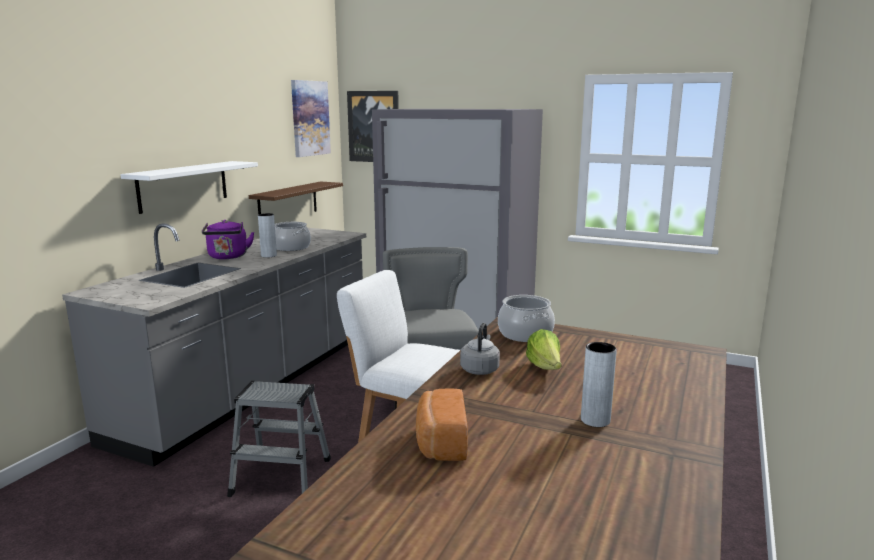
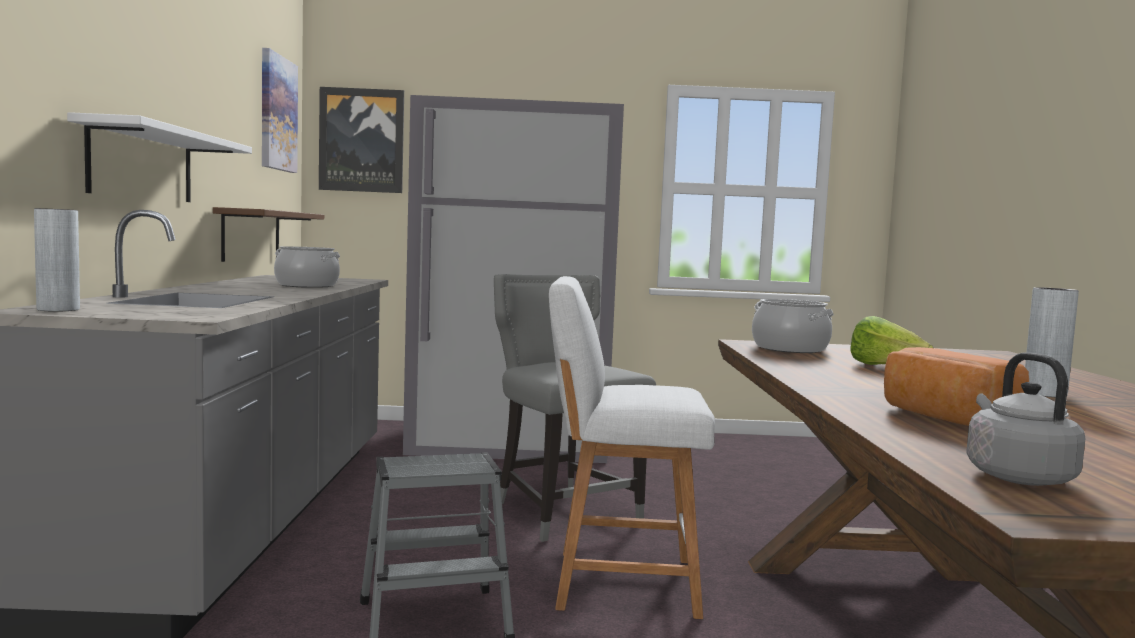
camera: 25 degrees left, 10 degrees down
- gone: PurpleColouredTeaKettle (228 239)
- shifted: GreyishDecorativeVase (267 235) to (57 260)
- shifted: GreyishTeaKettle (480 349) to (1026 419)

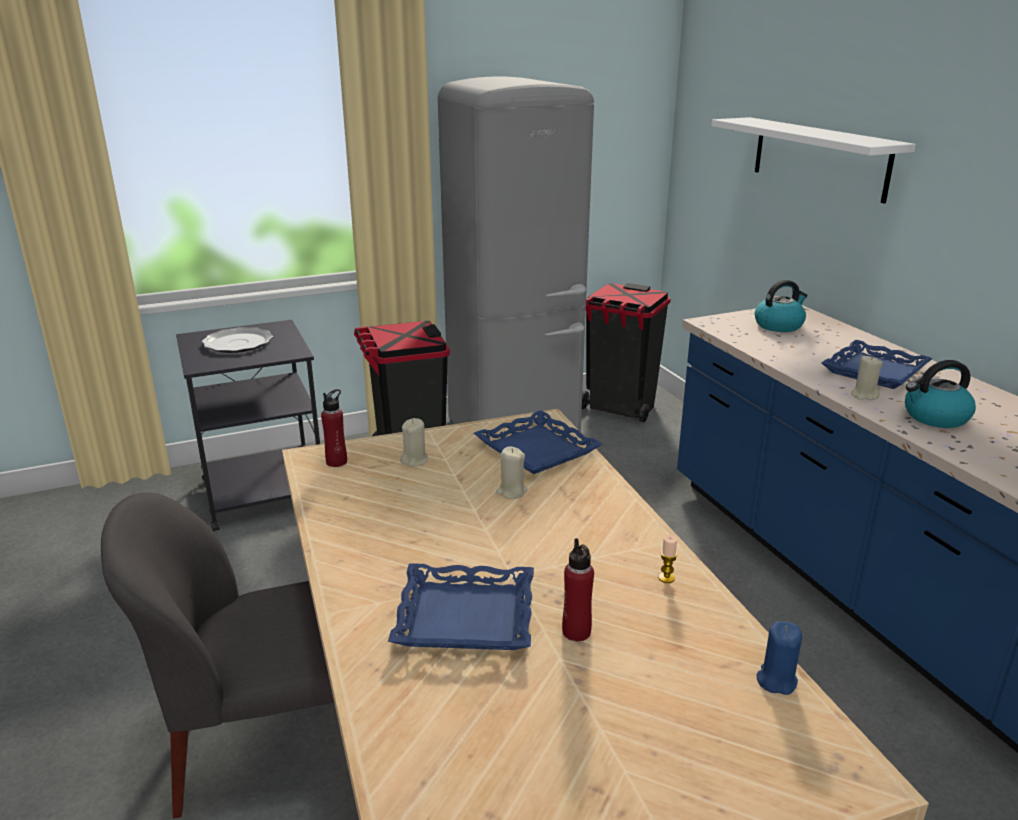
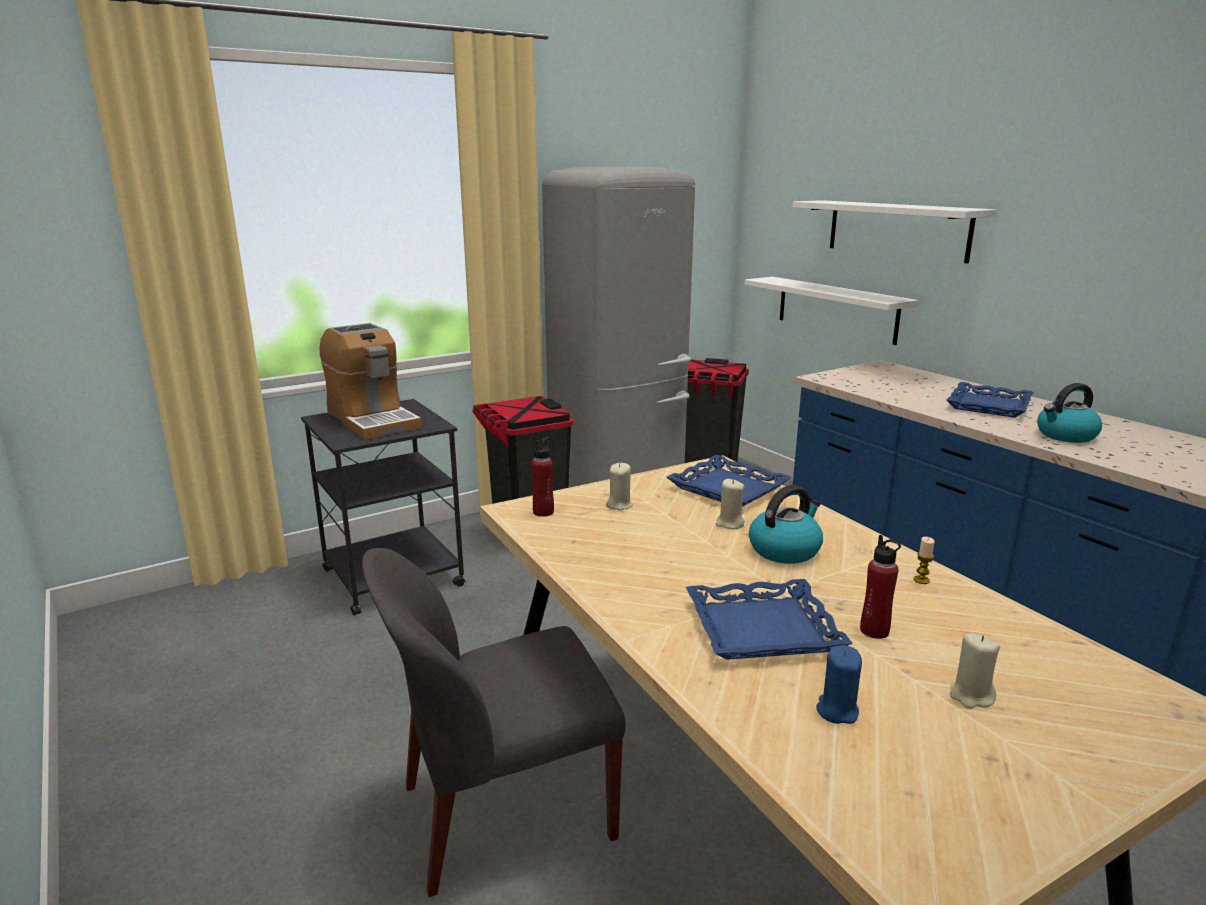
camera: 10 degrees left, 5 degrees down
- swapped: Plate (237 340) to CoffeeBrewer (371 381)
- shifted: TeaKettle (781 306) to (786 524)
- shifted: BlueWaxLight (779 658) to (839 684)
- shifted: BeigeWaxLight (867 378) to (975 671)
- new: WhitishBracketShelf (831 311)

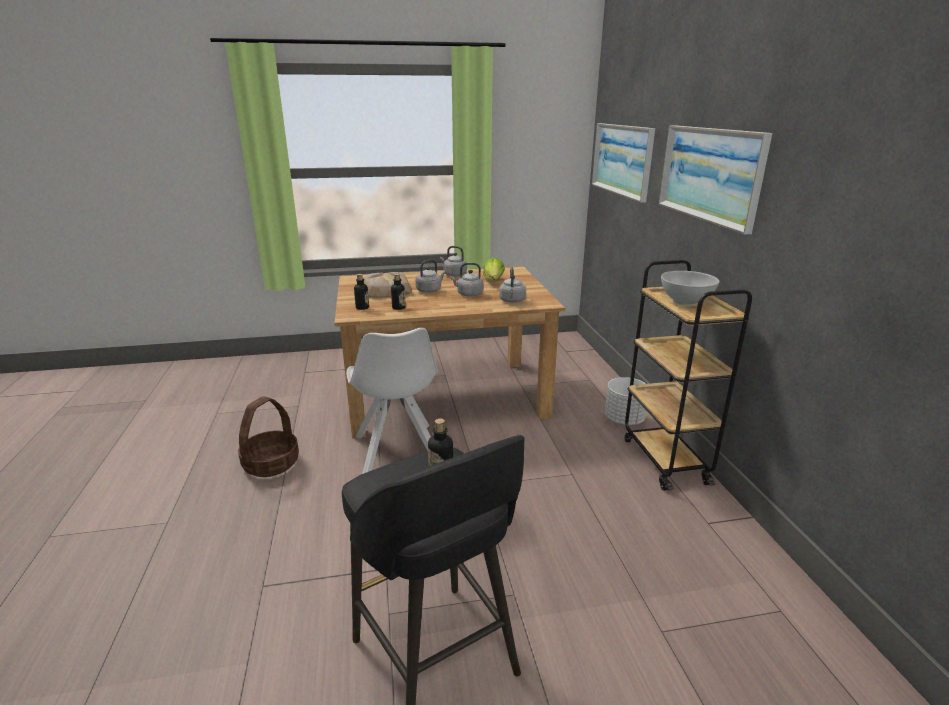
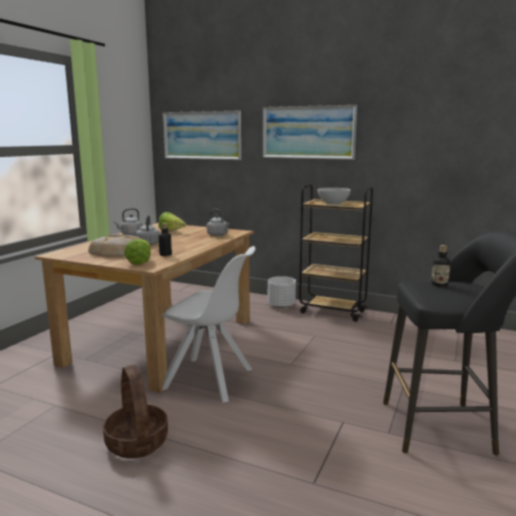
camera: 55 degrees left, 10 degrees down
- swapped: BeverageBottle (361 292) to LettuceHead (137 252)
- gone: GreyishTeaKettle (467 280)

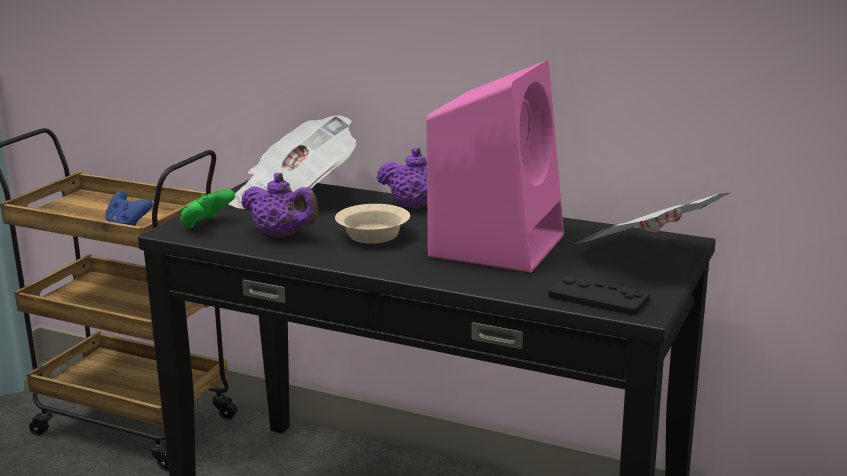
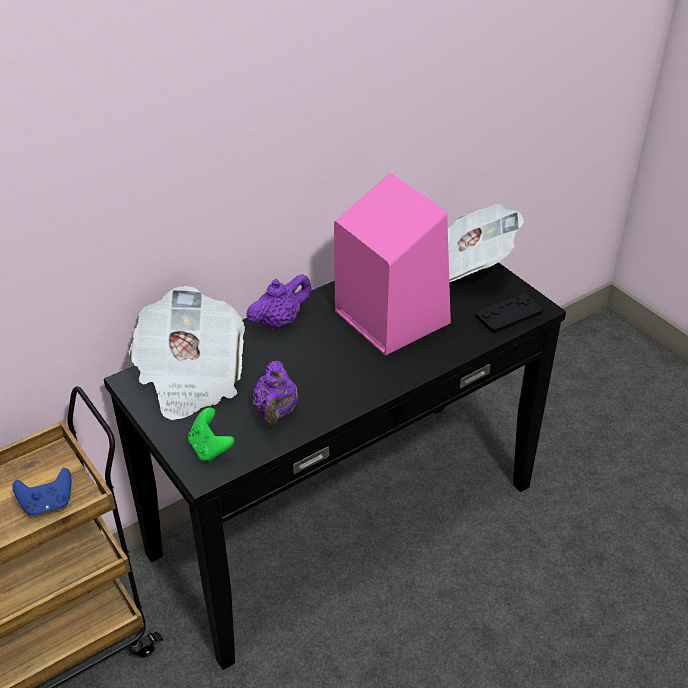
camera: 60 degrees left, 20 degrees up
- rotated: PurpleColouredTeapot (280 205) = (275 393) 120 degrees clockwise
- gone: BeigeBowl (372 224)

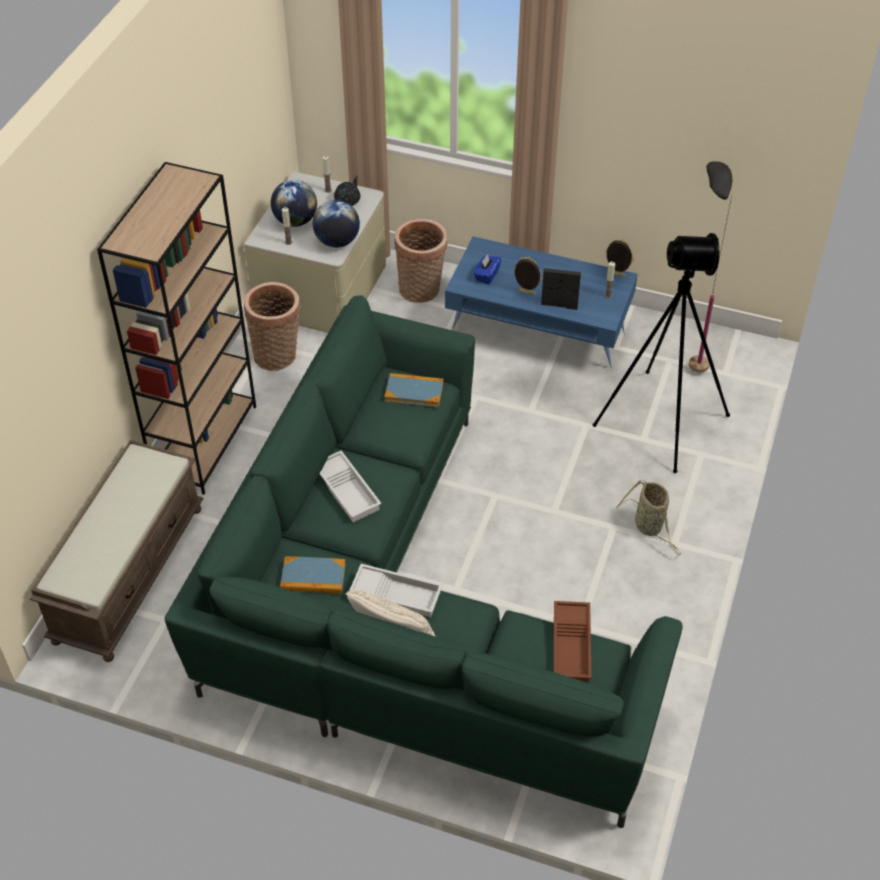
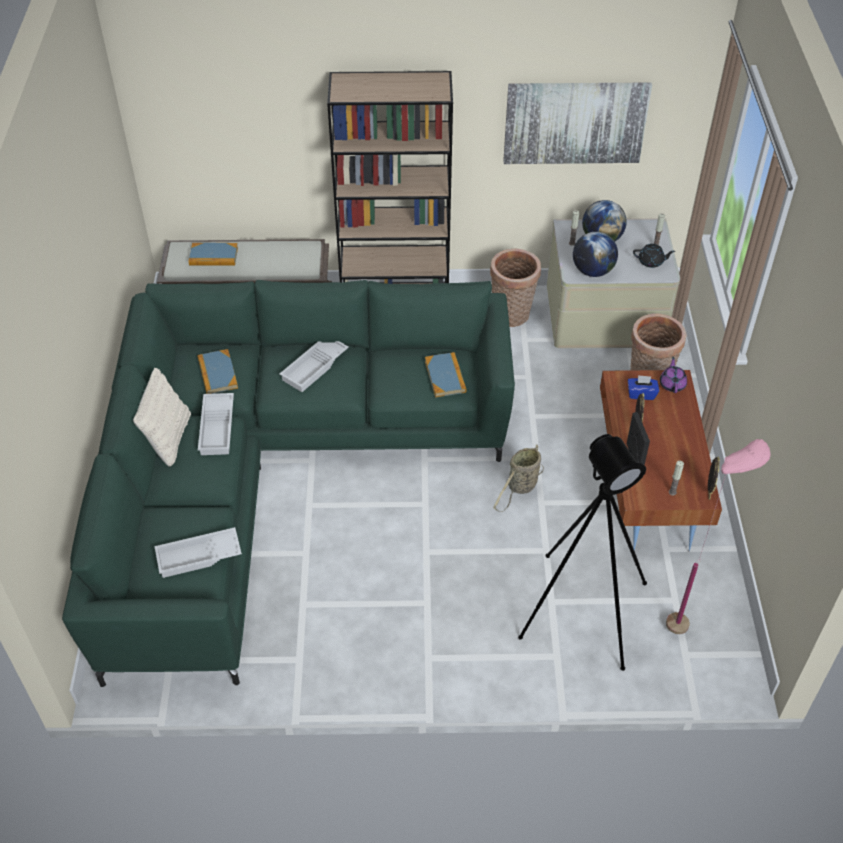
camera: 70 degrees right, 0 degrees up
- repainted: BlueCoffeeTable (541 302) to BrownishCoffeeTable (661 460)
- repainted: BrownishTray (572 642) to WhitishTray (198 552)
- shifted: StorageBasket (648 518) to (518 478)
- repainted: BlackColouredStandingLamp (711 267) to PinkColouredStandingLamp (718 536)
- new: Book (213 254)
- new: Picture (577 123)
- new: PurpleColouredTeapot (673 375)

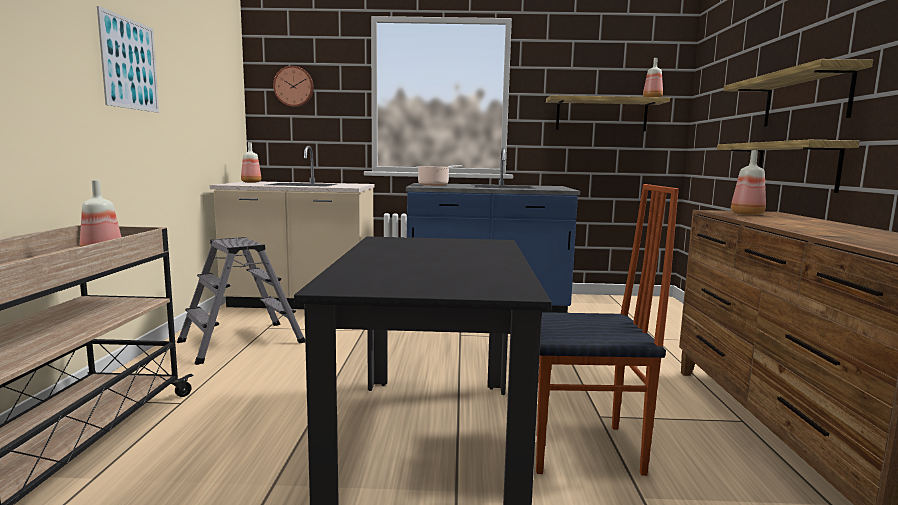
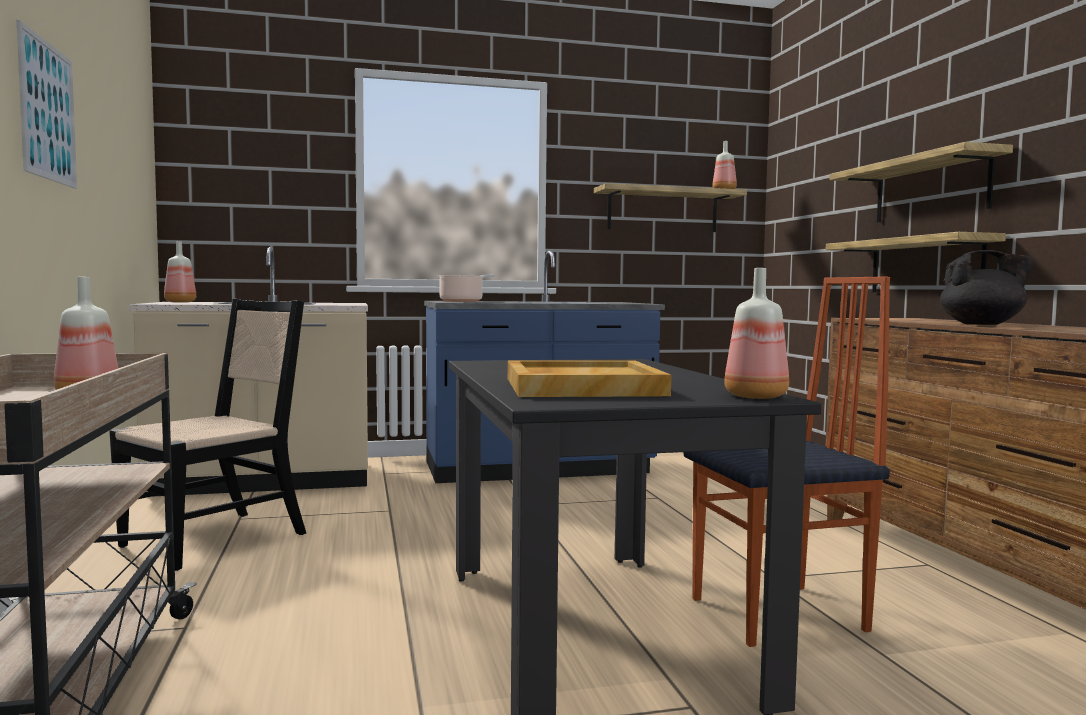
camera: 15 degrees left, 5 degrees down
- swapped: GreyishStepLadder (241 301) to PlainChair (207 434)
- gone: HangingClock (293 86)
- shifted: BeverageBottle (748 182) to (756 333)
- new: BeigeTray (589 379)
- new: BlackColouredTeapot (987 287)

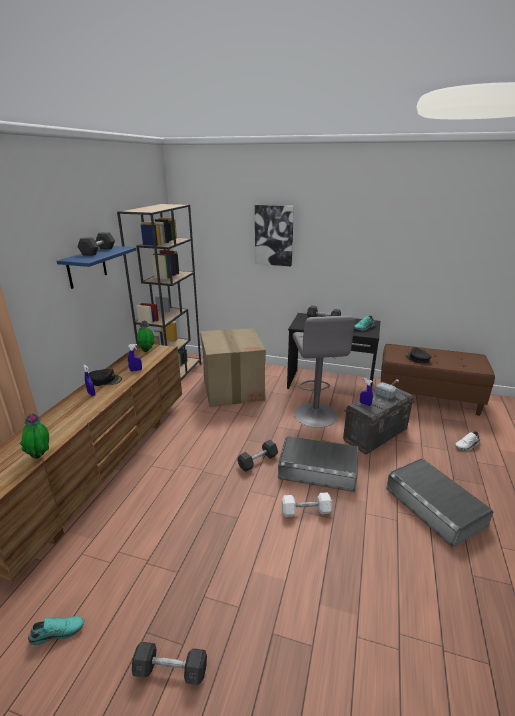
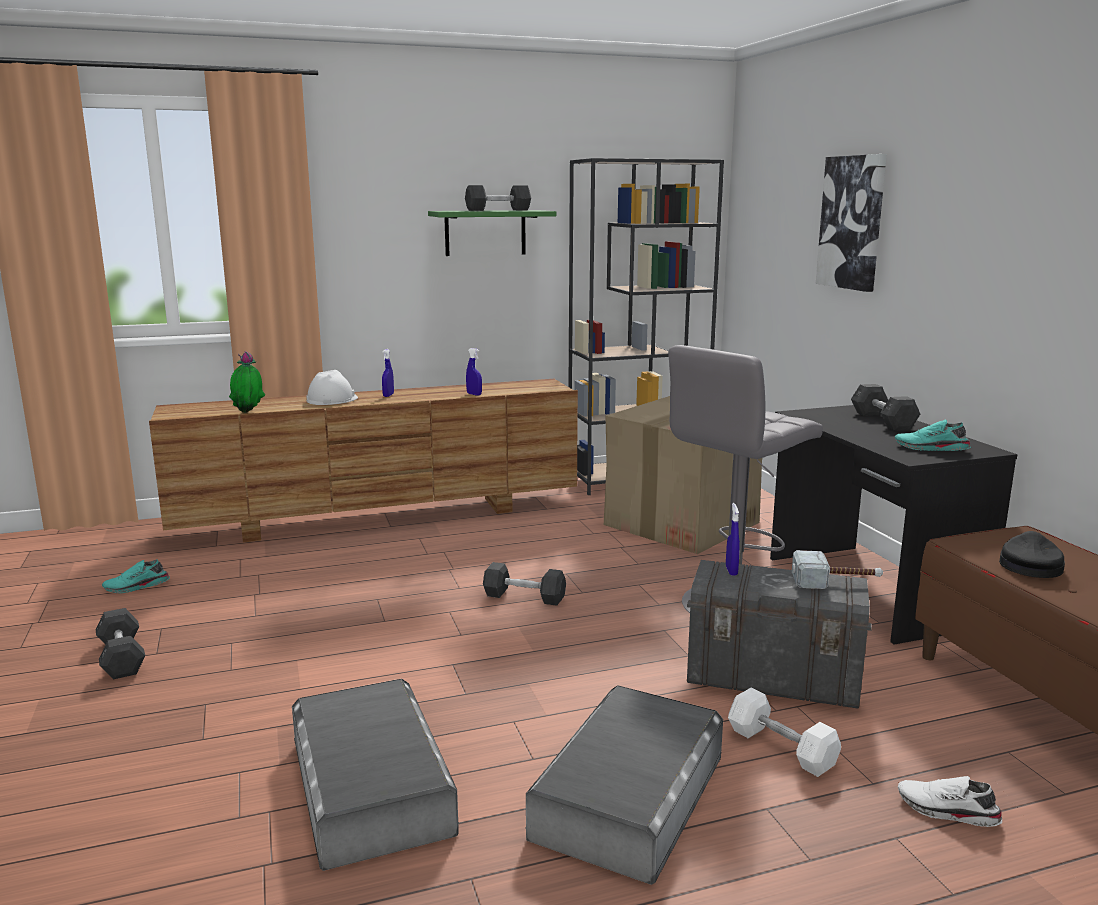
camera: 55 degrees right, 10 degrees down
- rotated: TurquoiseColouredShoe (56 631) = (136 576) 120 degrees clockwise
- repainted: BlueBracketShelf (97 267) to GreenishBracketShelf (492 233)
- gone: BlackColouredBaseballCap (105 377)
- gone: PottedPlant (146 336)
- shifted: GreyishStorageBox (318 464) to (375 775)
- shifted: WhitishHandWeight (306 504) to (784 732)
- new: WhitishHardHat (332 387)

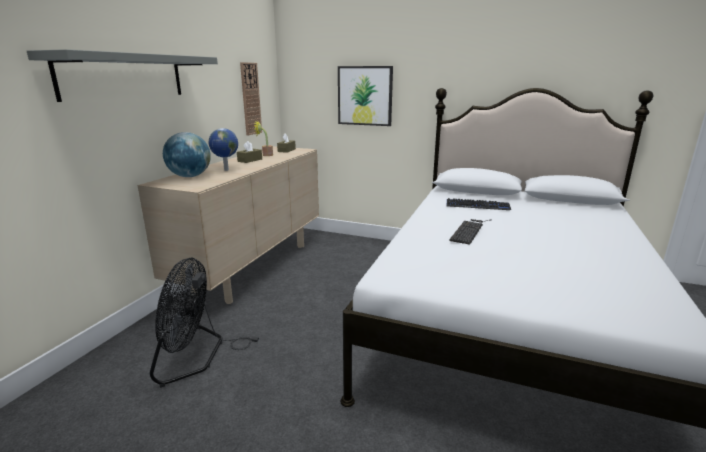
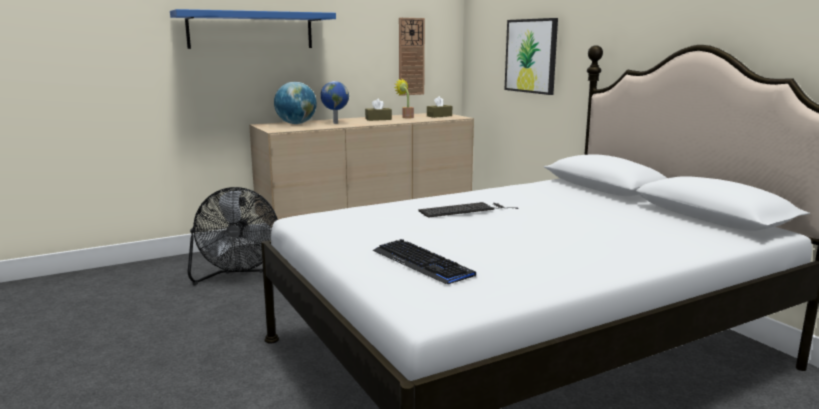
camera: 40 degrees right, 5 degrees down
- repainted: GreyishBracketShelf (122 75) to BlueBracketShelf (253 29)
- rotated: BlackColouredElectricFan (204 323) = (233 236) 135 degrees counterclockwise
- shifted: Keyboard (478 204) to (424 261)

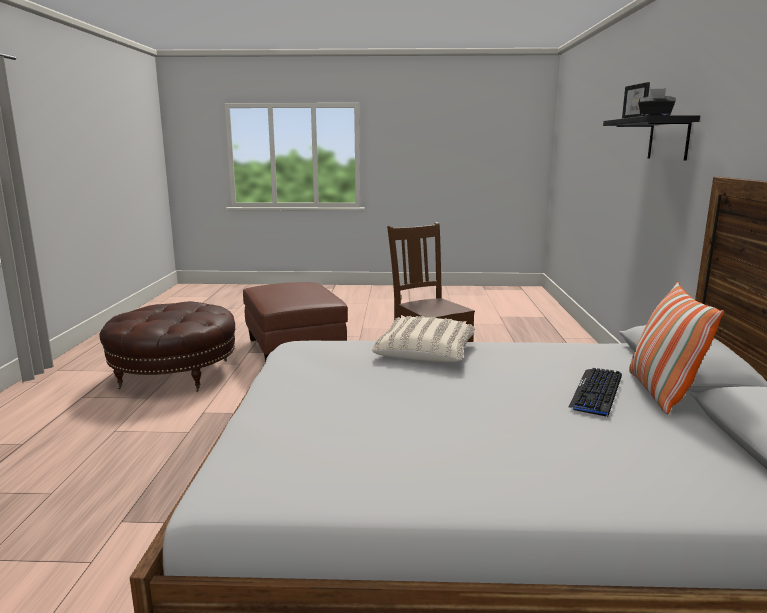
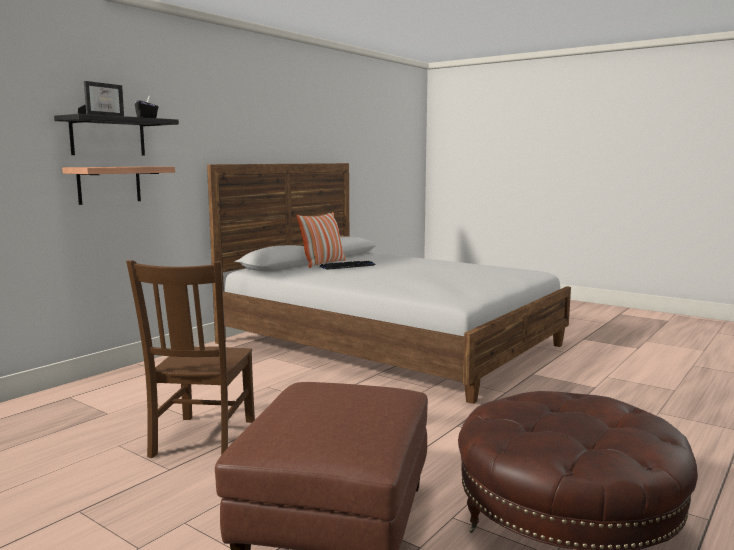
camera: 145 degrees left, 5 degrees down
- gone: BeigePillow (423 339)
- new: BracketShelf (118 186)

